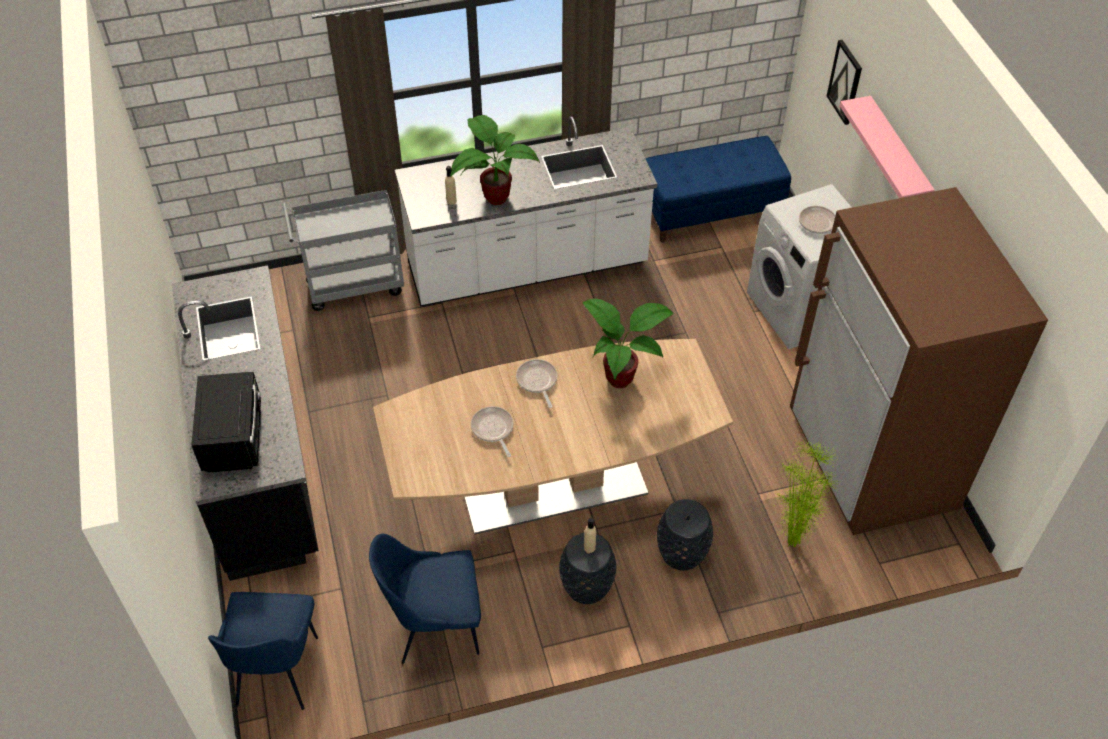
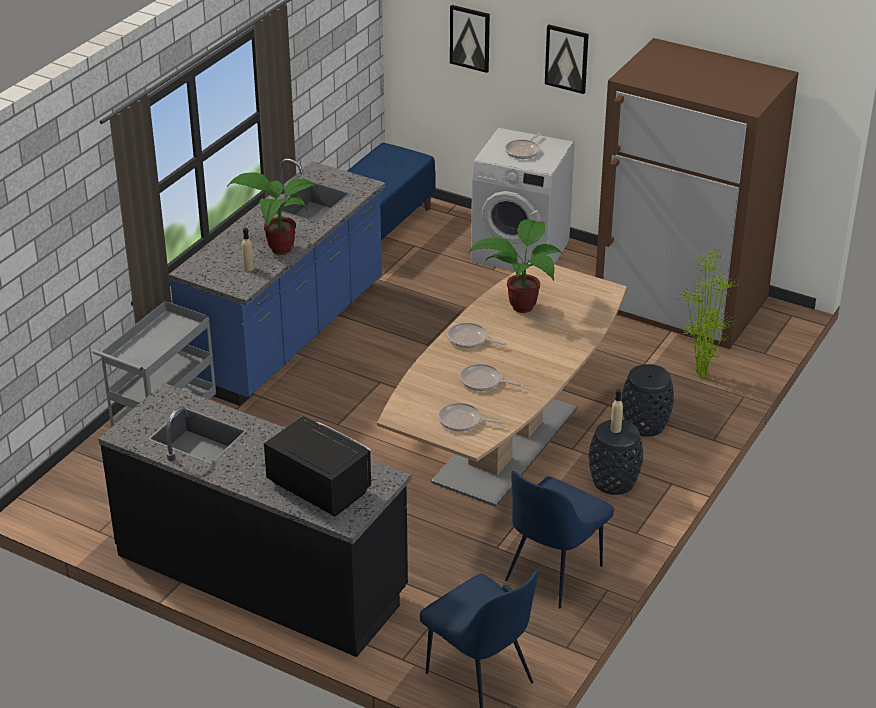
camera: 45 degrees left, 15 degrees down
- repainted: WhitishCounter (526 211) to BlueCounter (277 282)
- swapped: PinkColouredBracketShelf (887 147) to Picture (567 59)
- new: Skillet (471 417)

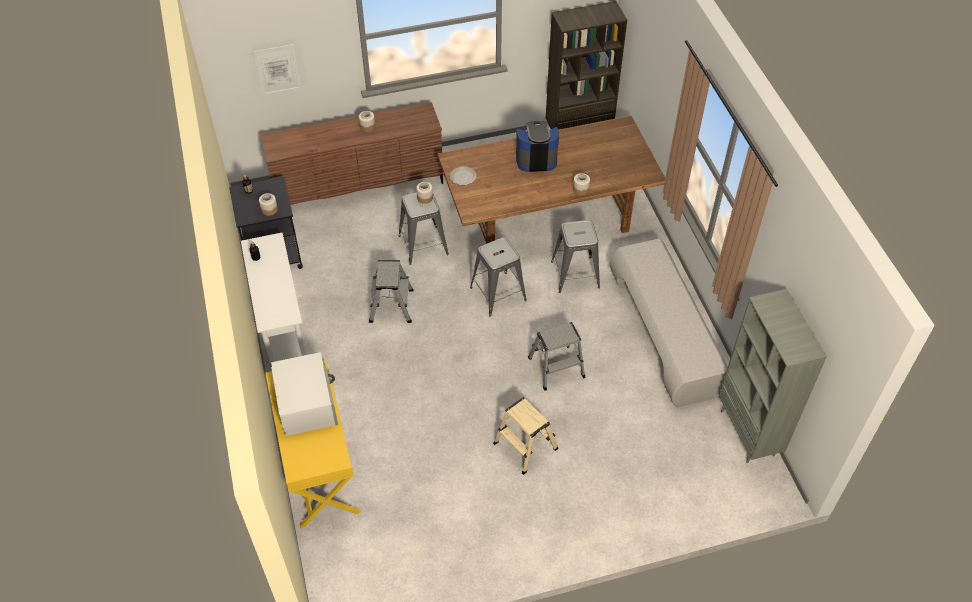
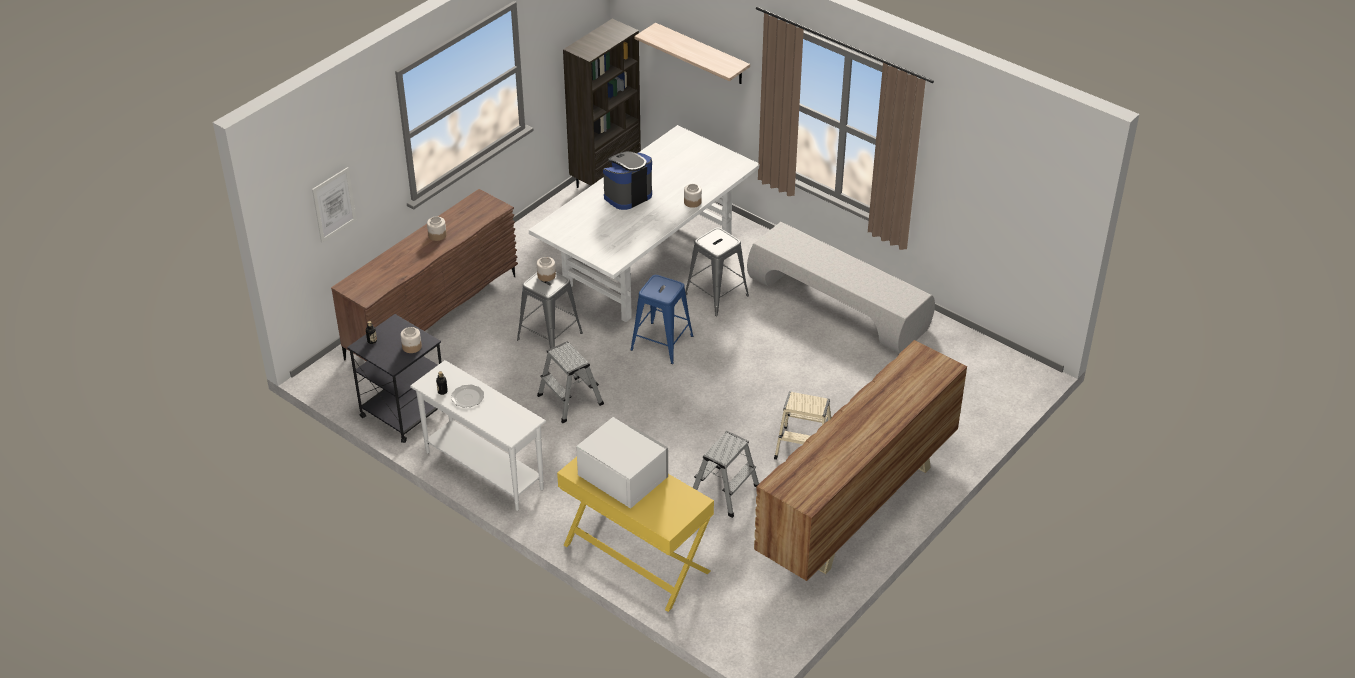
camera: 35 degrees left, 10 degrees down
- repainted: BrownishKitchenTable (551 186) to WhitishKitchenTable (644 223)
- shifted: Plate (463 175) to (467 396)
- repainted: GreyishSittingStool (498 277) to BlueSittingStool (661 319)
- shifted: GreyishStepLadder (556 356) to (726 474)
- gone: GreyishBookshelf (773 376)
- new: BracketShelf (692 53)
- new: BrownishCupboard (860 460)

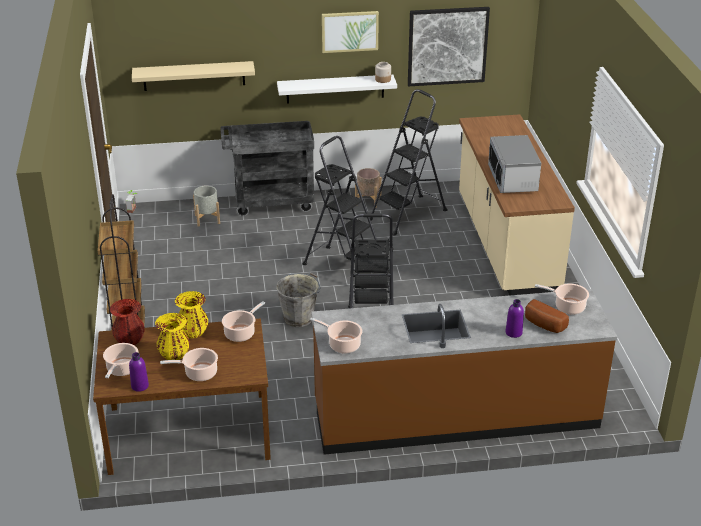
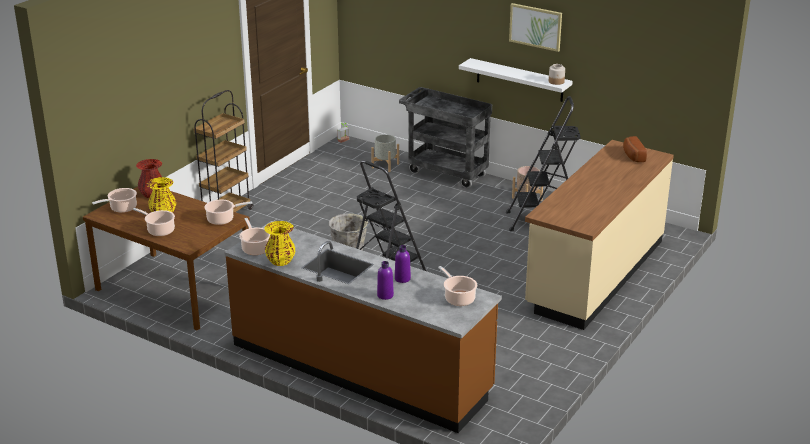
camera: 40 degrees right, 5 degrees down
- shifted: PurpleColouredBeverageBottle (139 372) to (403 264)
- gone: BeigeBracketShelf (193 76)
- shifted: YellowDecorativeVase (191 314) to (279 243)
- gone: StepLadder (346 212)
- gone: Picture (449 47)
- gone: Microwave (514 164)
- shifted: Bread (547 316) to (635 149)

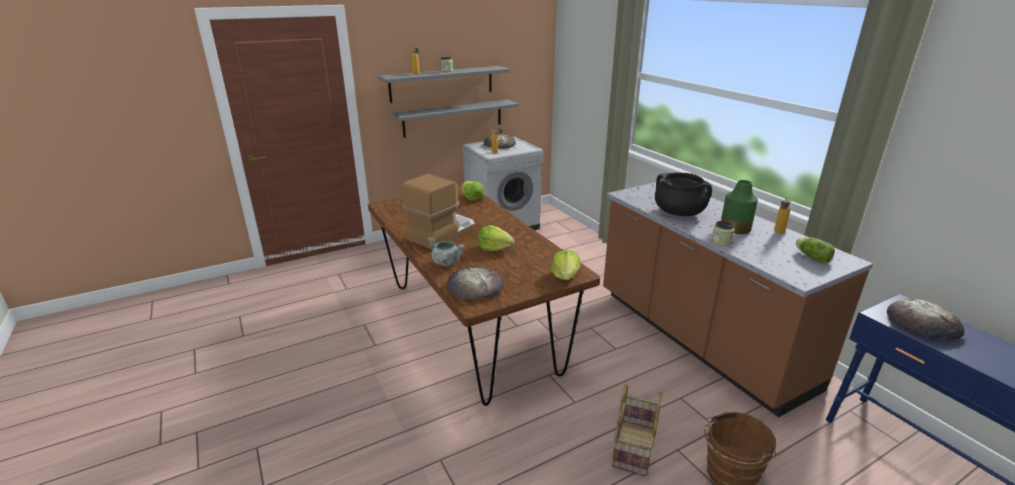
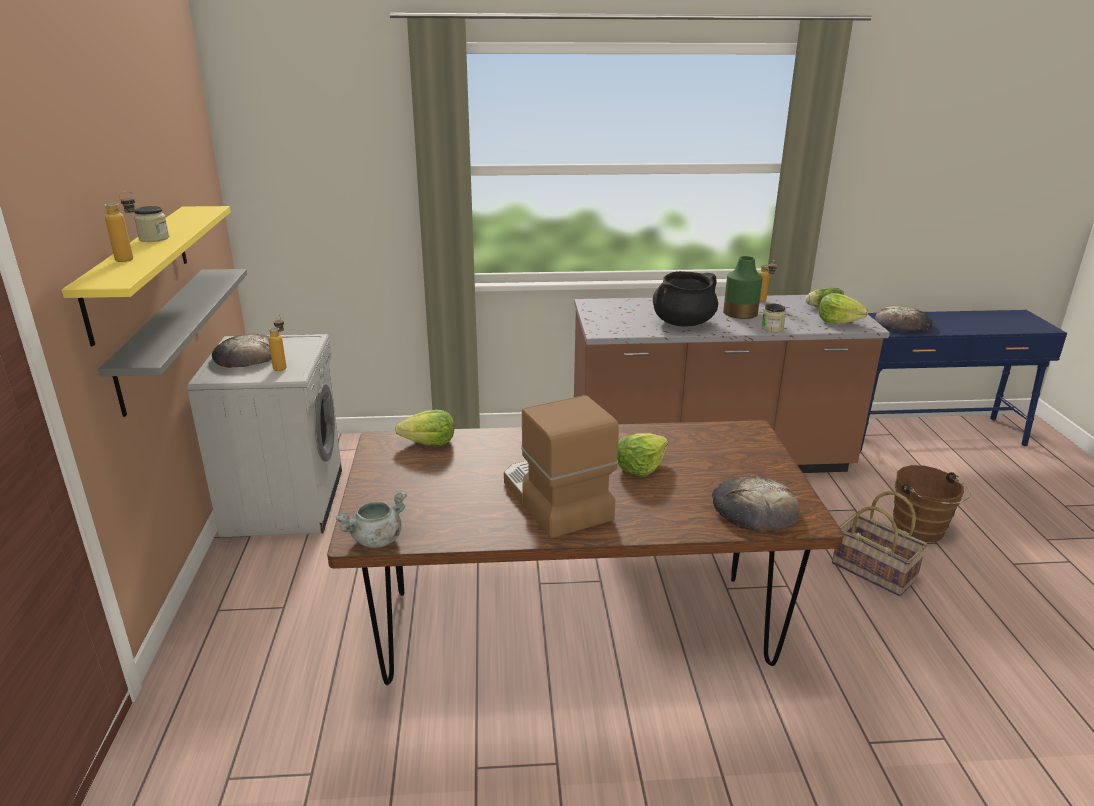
camera: 65 degrees left, 0 degrees up
- repainted: GreyishBracketShelf (443 84) to YellowBracketShelf (146 276)
- shifted: GreyishSaucepot (446 251) to (371 519)
- shifted: LettuceHead (566 265) to (843 308)

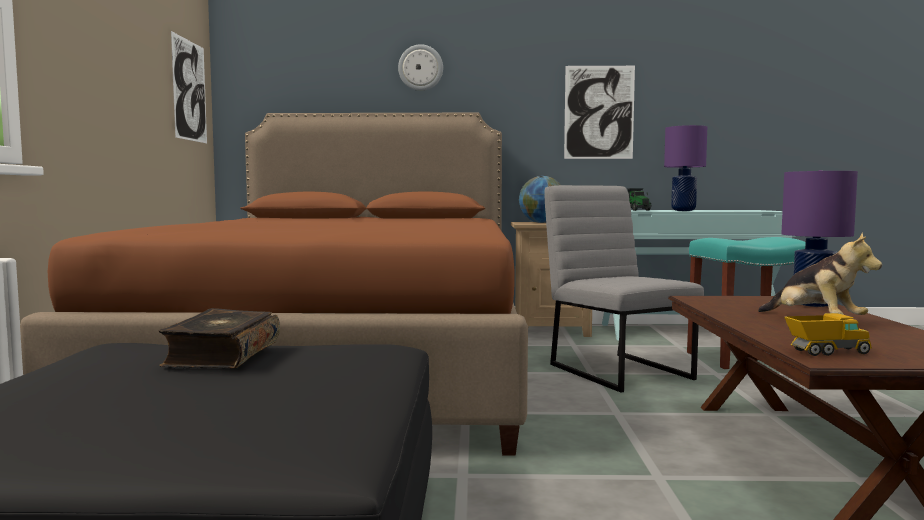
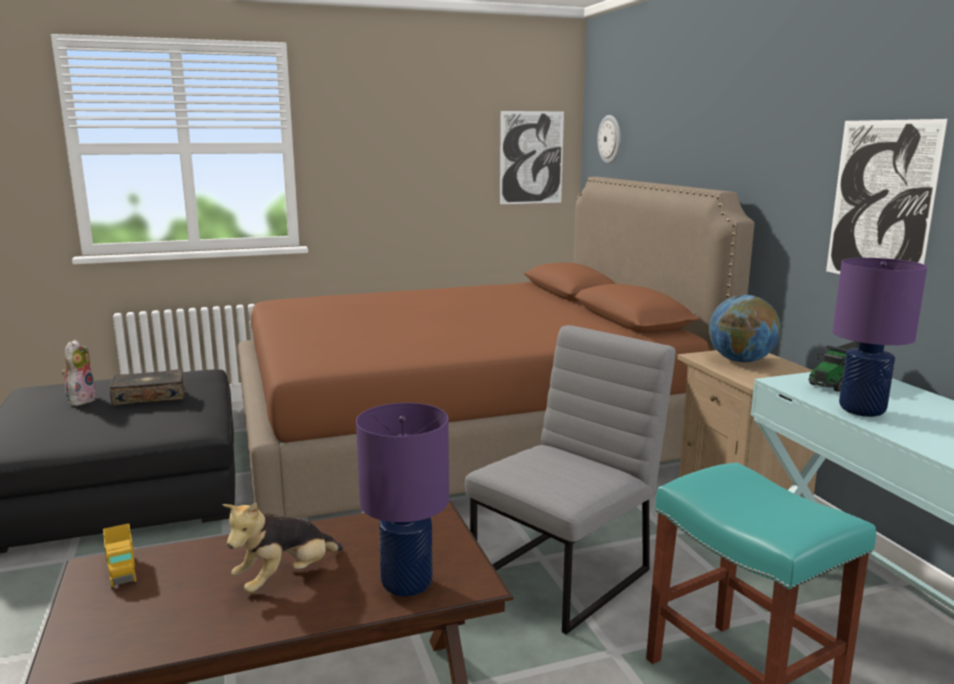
camera: 70 degrees right, 10 degrees up
- shifted: HangingClock (420 67) to (609 139)
- new: PlushToy (80 372)

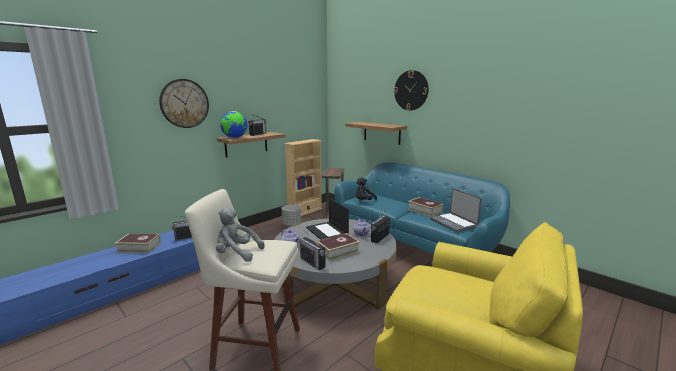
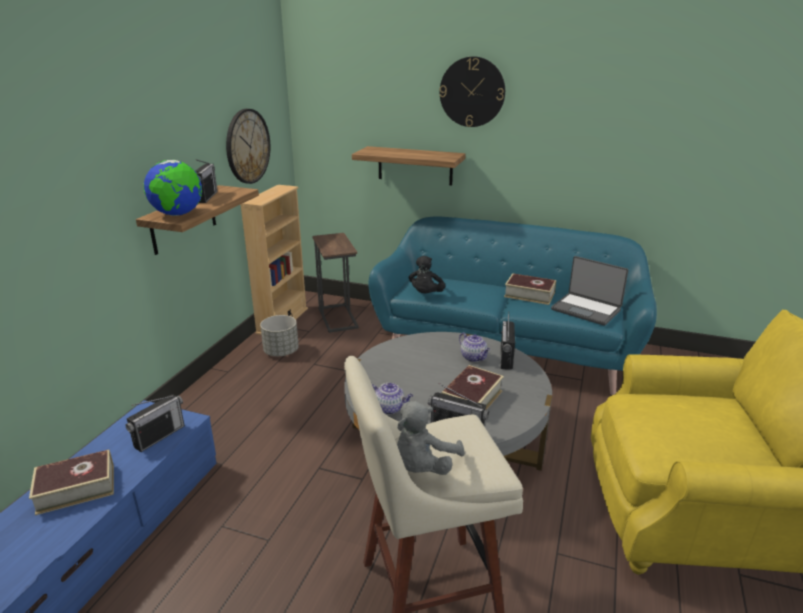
camera: 25 degrees left, 10 degrees up
- shifted: HangingClock (184 103) to (248 146)
- rotated: GreyishPlushToy (240 235) = (431 438) 45 degrees counterclockwise
- gone: NotebookComputer (327 219)

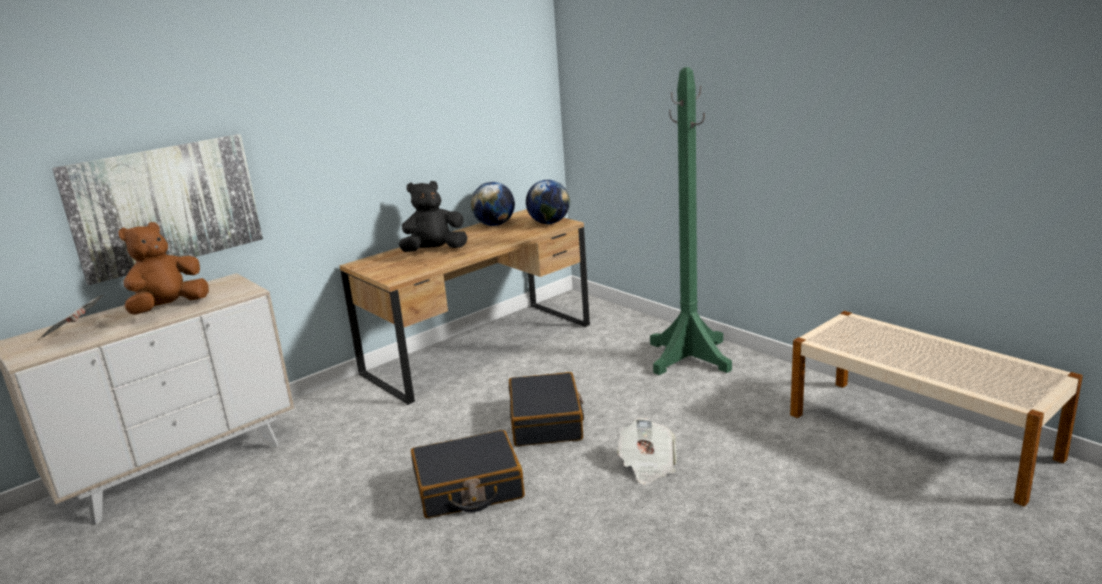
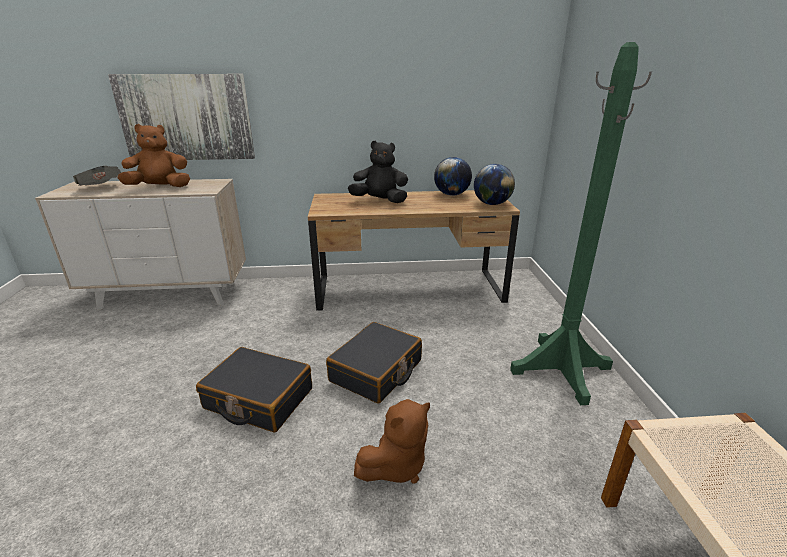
camera: 35 degrees right, 5 degrees up
- swapped: PrintedPaper (647 451) to BrownishPlushToy (392 441)

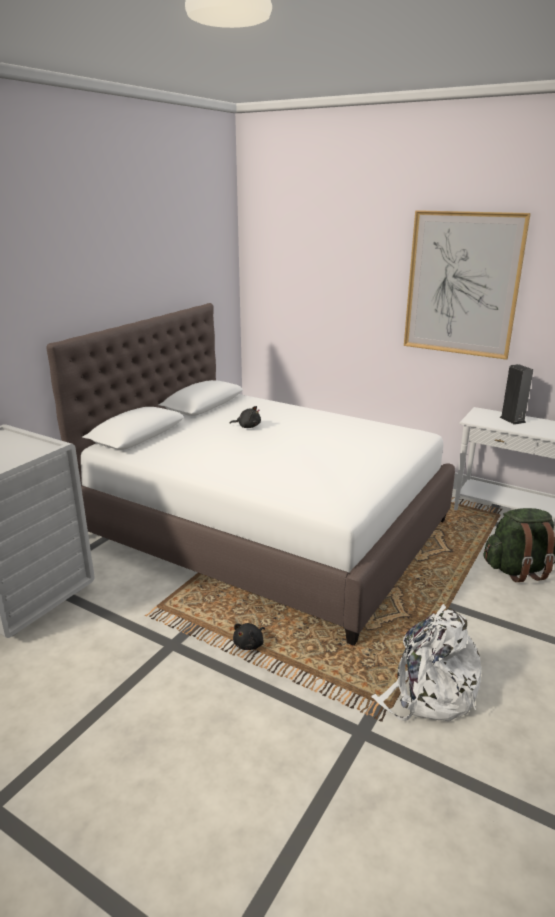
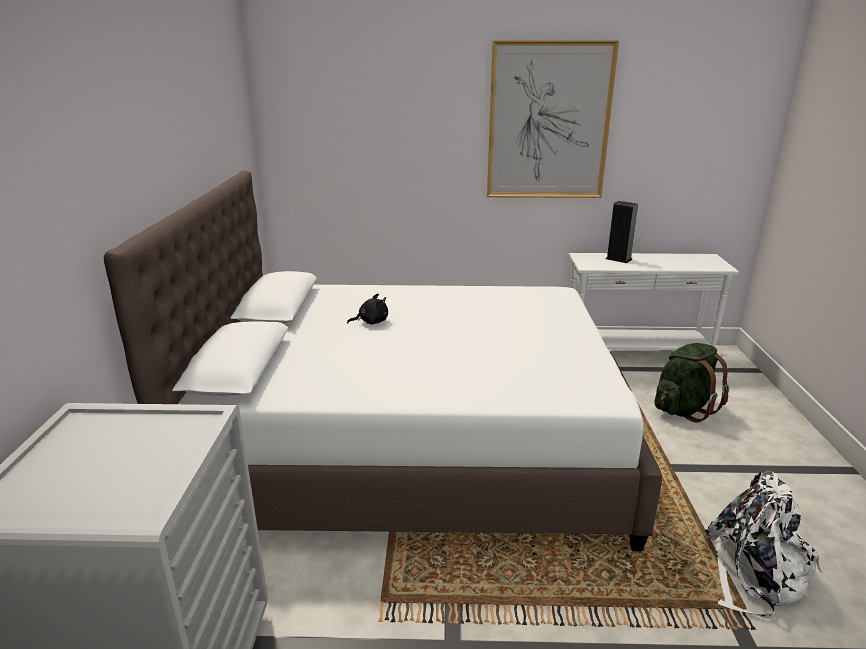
camera: 30 degrees left, 0 degrees up
- gone: BlackColouredPlushToy (249 636)

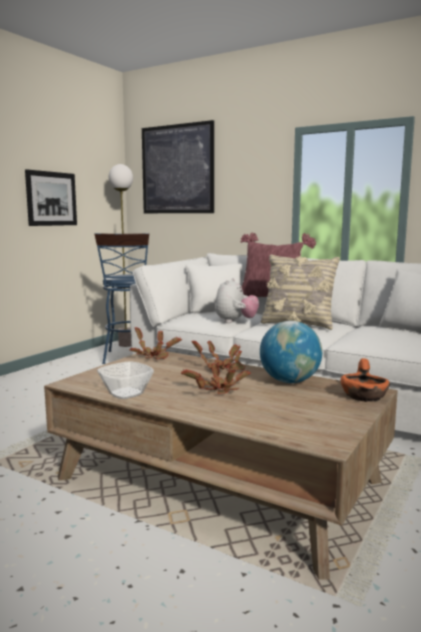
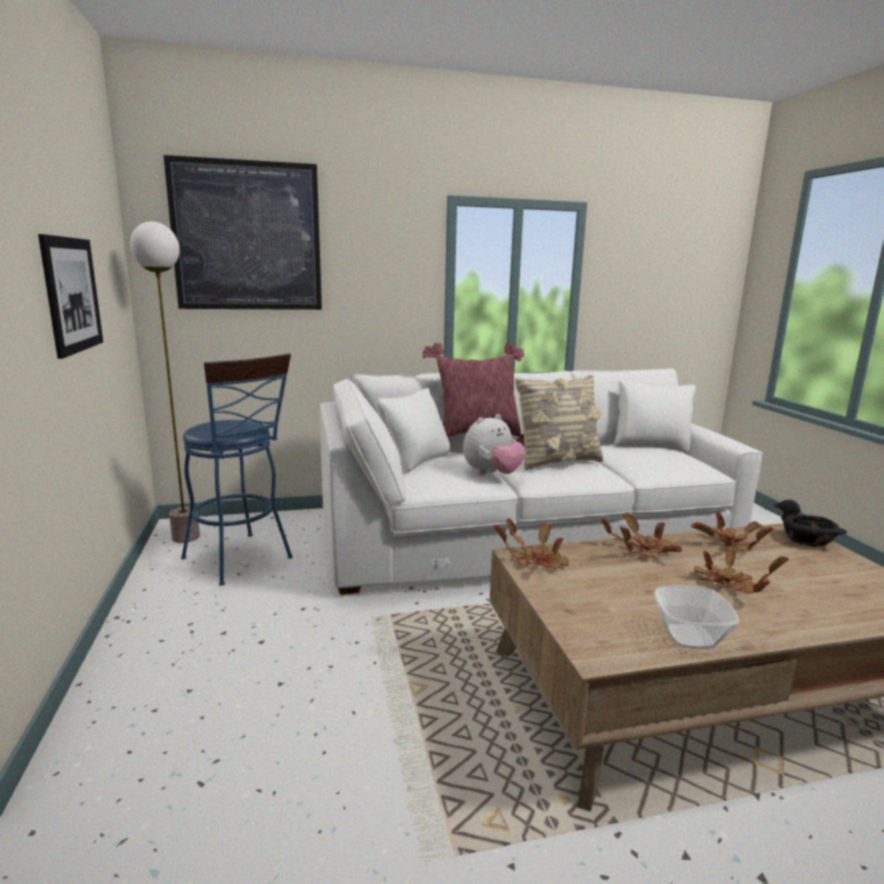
camera: 45 degrees left, 5 degrees up
- rotated: PlushToy (237 300) = (494 444) 75 degrees clockwise
- swapped: DeskGlobe (291 352) to PottedPlant (732 531)
- repainted: OrangeColouredBowl (365 380) to BlackColouredBowl (810 523)

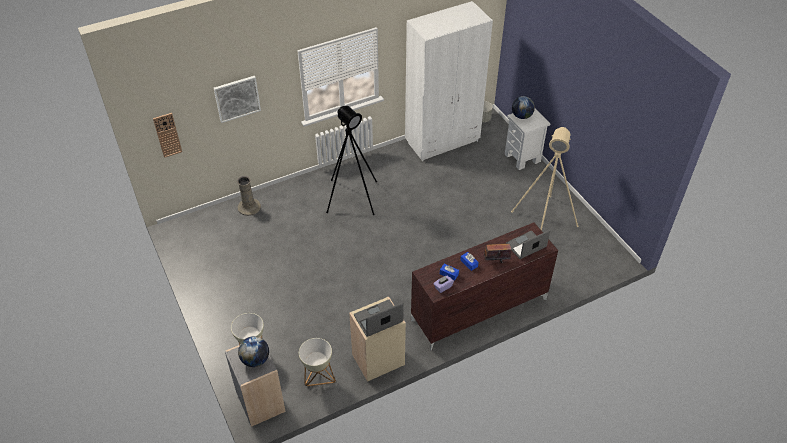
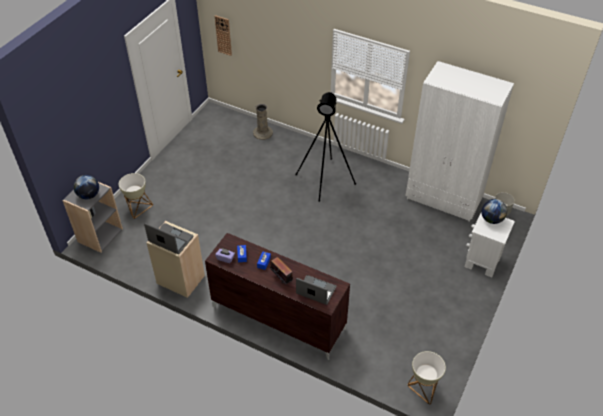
camera: 55 degrees right, 0 degrees up
- gone: Picture (237 99)
- shifted: FlowerPot (317 362) to (427 377)
- gone: BeigeStandingLamp (545 179)

